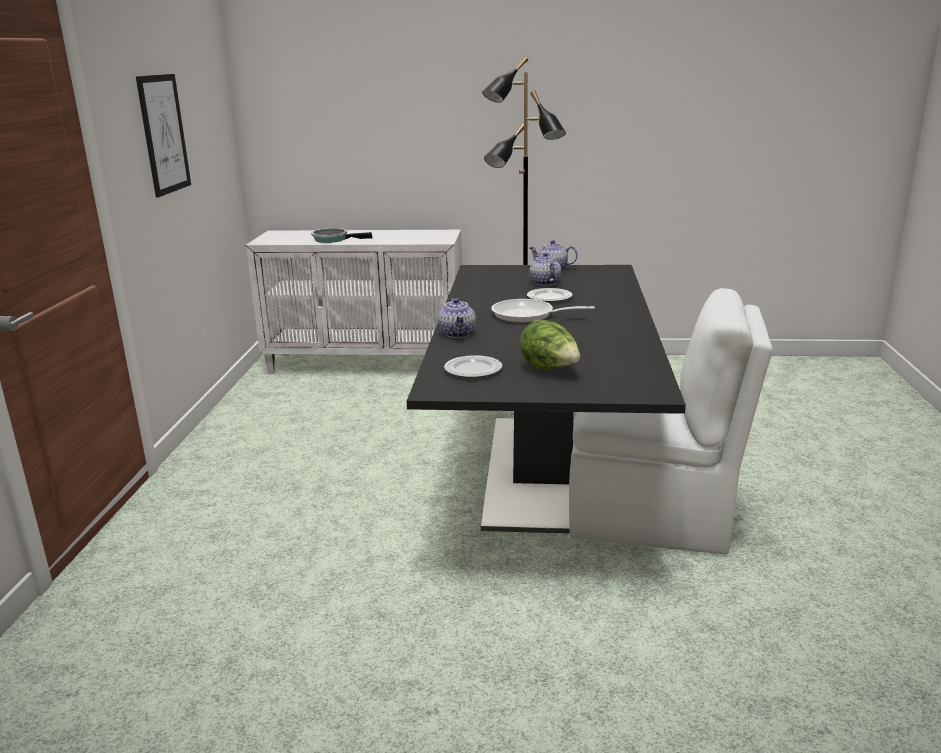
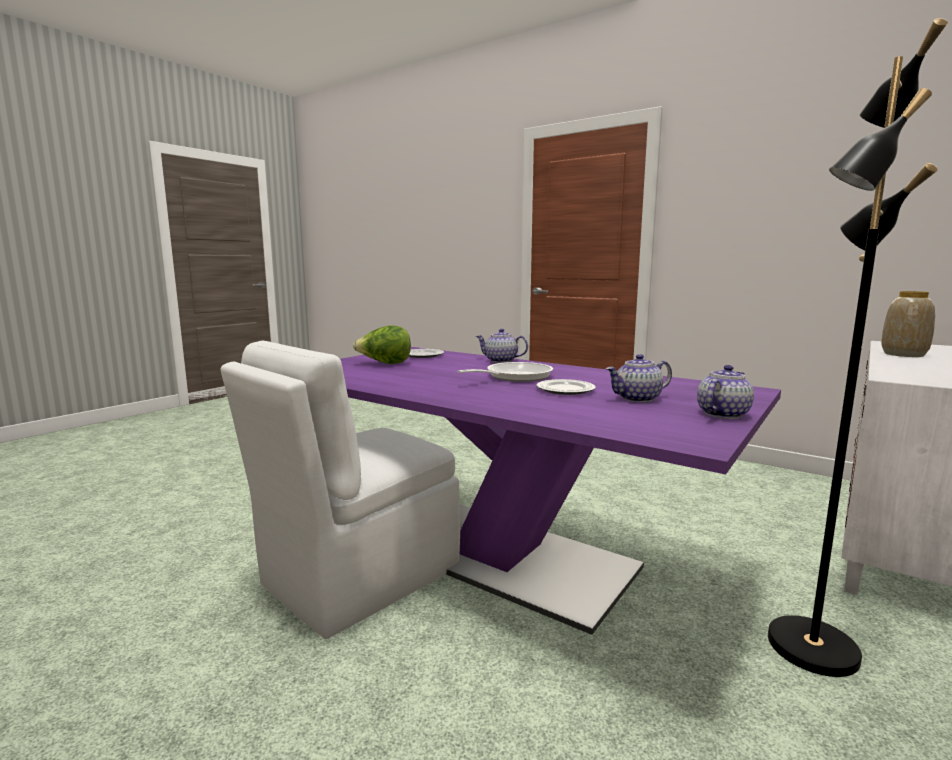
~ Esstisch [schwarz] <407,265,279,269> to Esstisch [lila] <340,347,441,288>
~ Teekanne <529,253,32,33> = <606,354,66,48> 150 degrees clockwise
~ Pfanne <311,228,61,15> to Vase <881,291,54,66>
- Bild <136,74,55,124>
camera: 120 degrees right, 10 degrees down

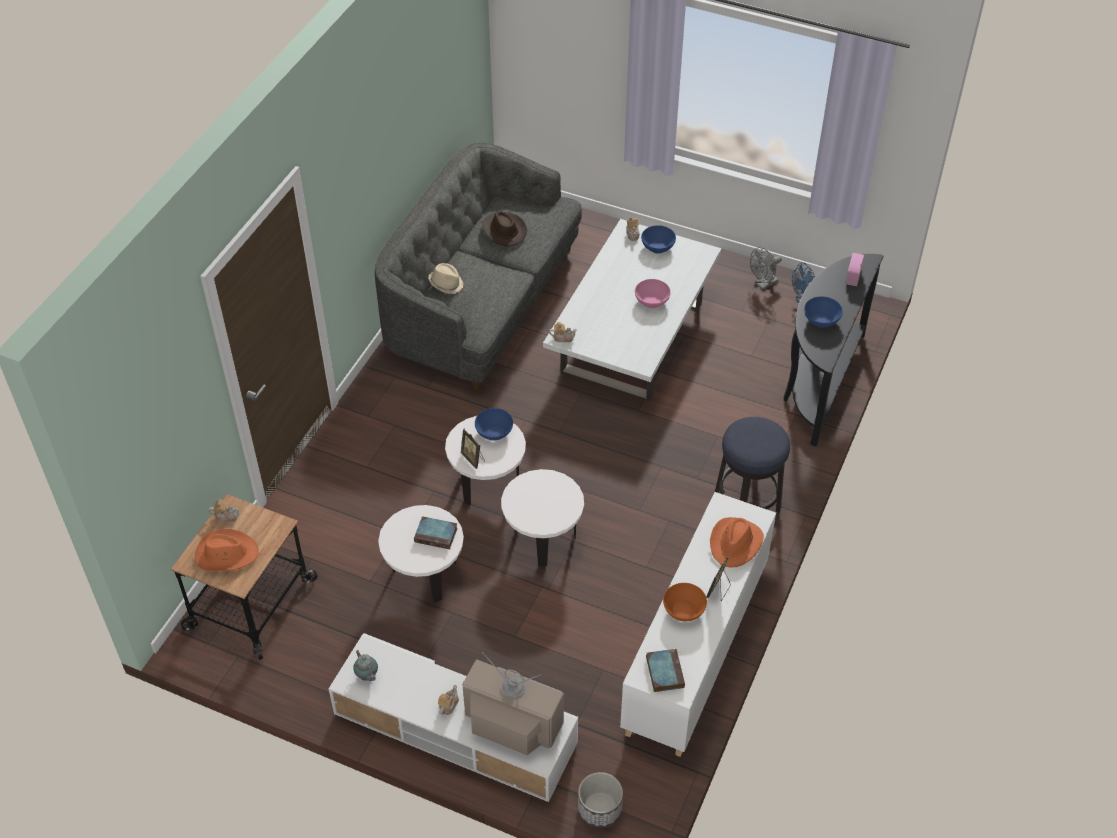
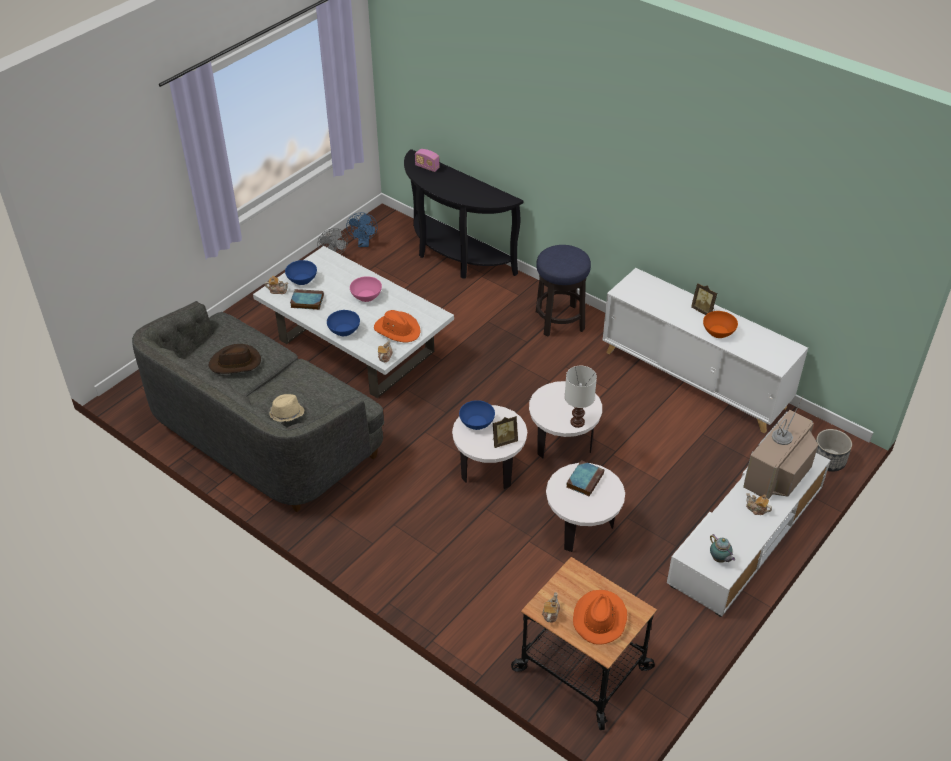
~ Buch <646,649,39,43> to <290,289,34,21>
~ Schüssel [blau] <804,296,39,32> to <327,310,33,26>
~ Hut [orange] <710,517,54,51> to <374,310,47,32>
+ Tischlampe [weiß] <565,366,32,62>
~ Teekanne <353,650,25,31> = <710,535,26,28> 75 degrees clockwise
camera: 75 degrees left, 5 degrees down

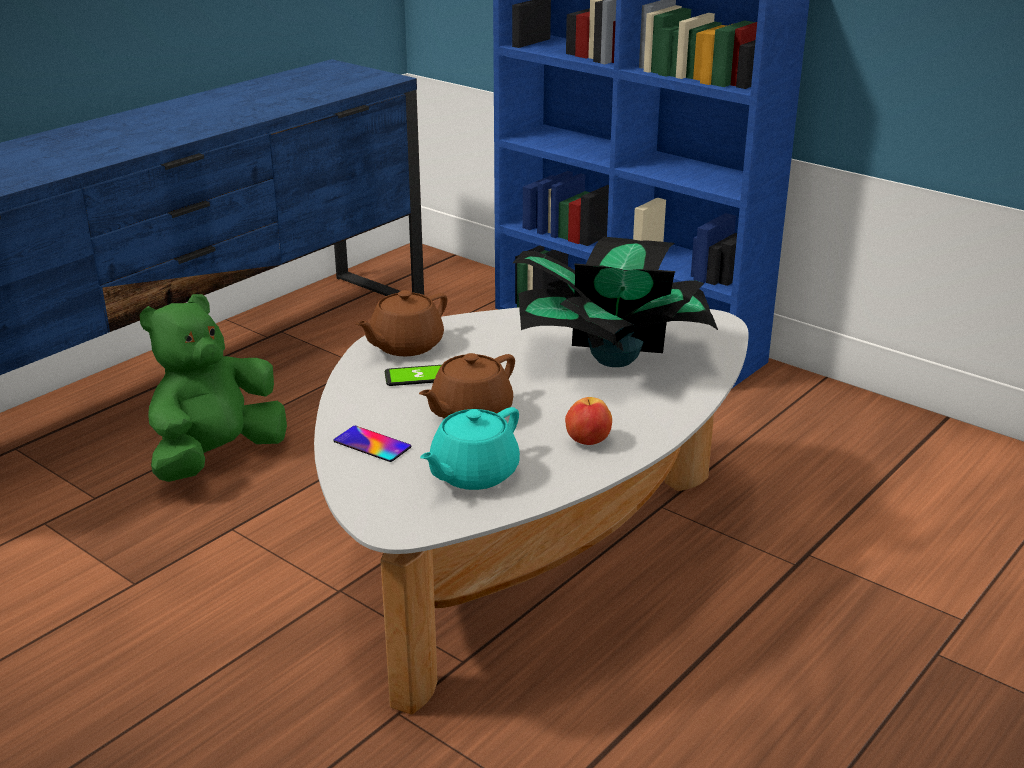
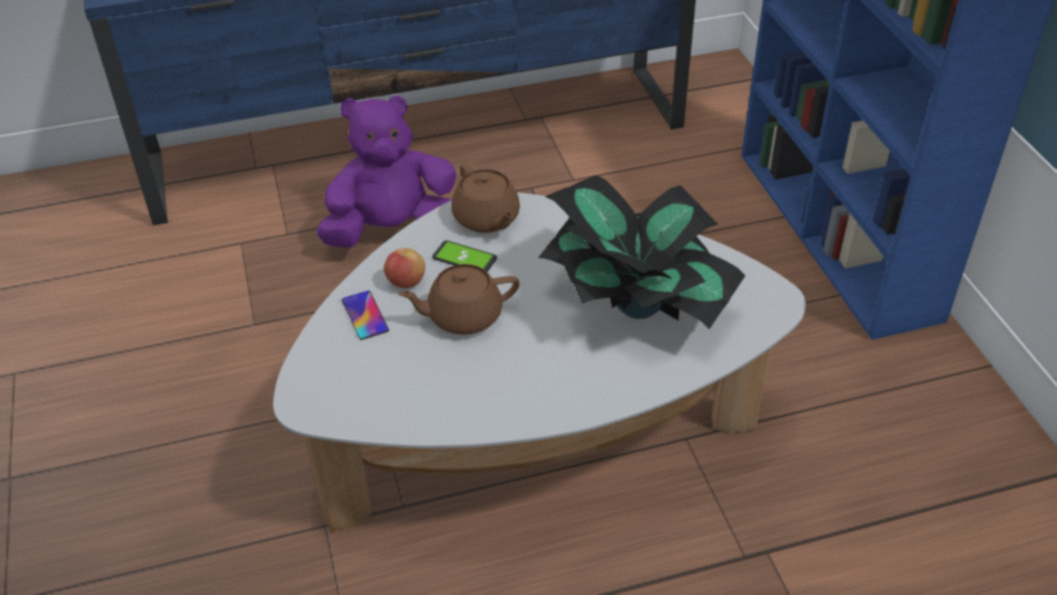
~ Plüschtier [grün] <140,294,147,188> to Plüschtier [lila] <316,95,140,153>
~ Apfel <565,397,47,48> to <384,248,41,40>
~ Teekanne [braun] <355,290,93,66> = <451,163,69,70> 105 degrees counterclockwise
- Teekanne [türkis] <420,407,100,83>
camera: 35 degrees right, 15 degrees up

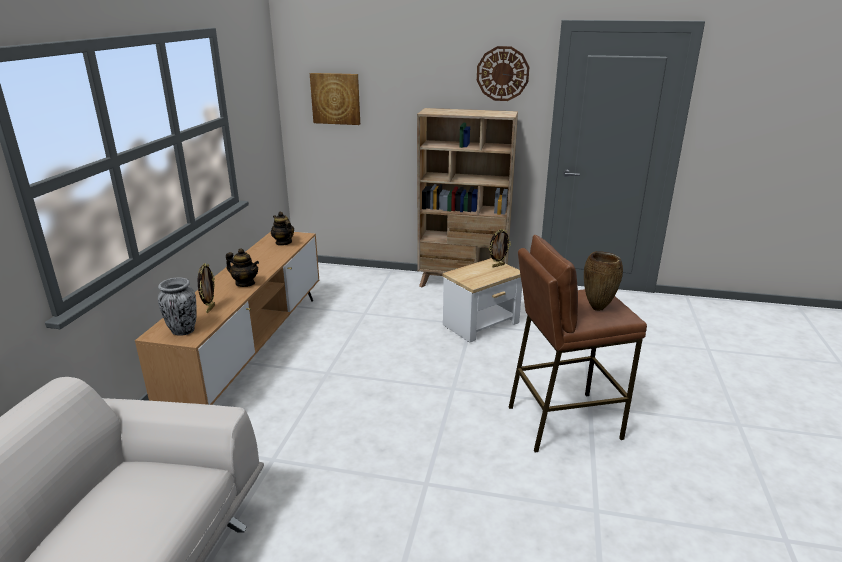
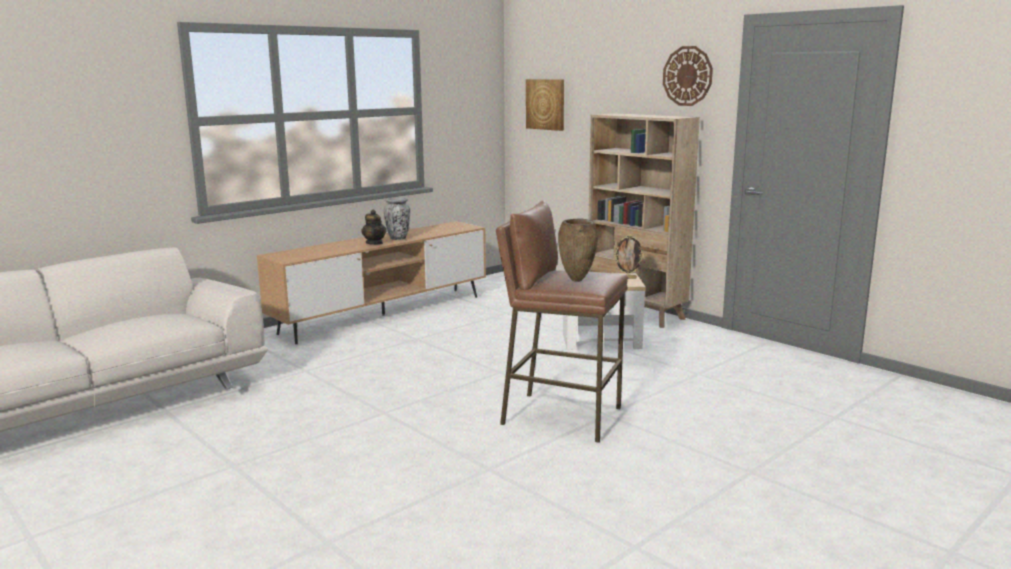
~ Vase <158,277,38,59> to <384,197,26,43>
- Bilderrahmen <198,263,17,50>
- Teekanne <271,212,23,34>
camera: 35 degrees right, 10 degrees down

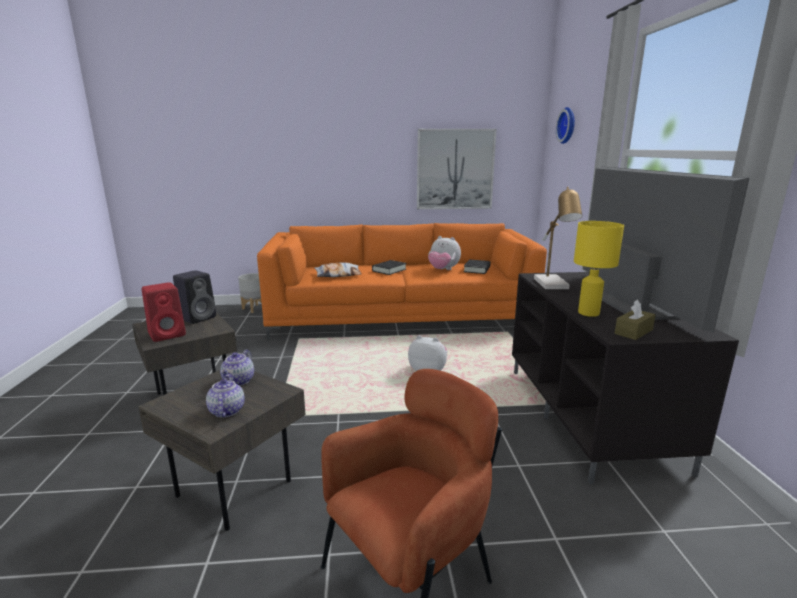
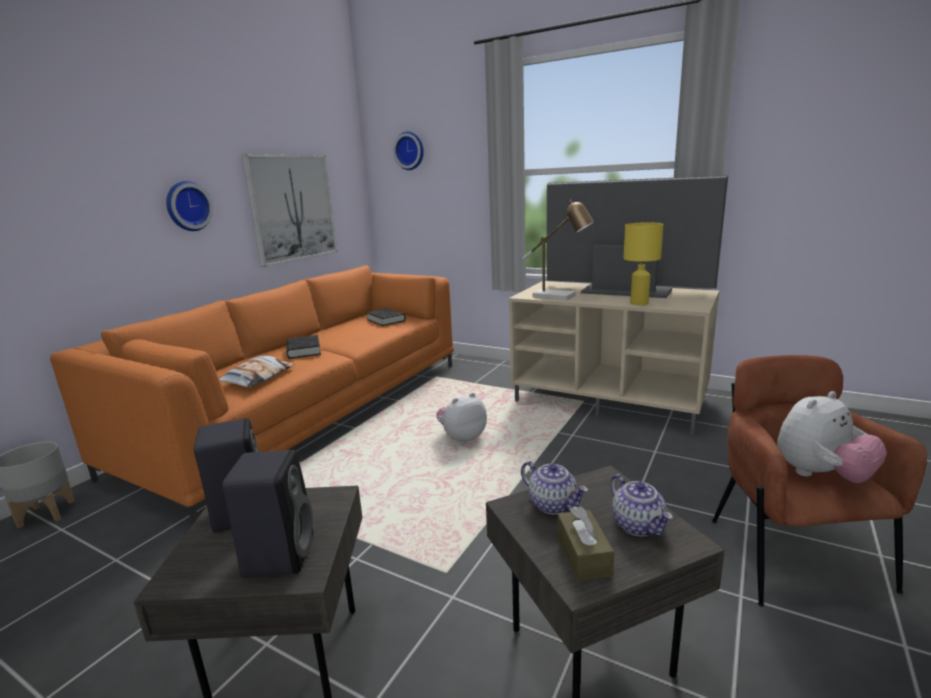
+ Wanduhr <166,181,47,50>
~ Lautsprecher [rot] <142,282,44,60> to Lautsprecher [schwarz] <222,450,91,127>
~ Fernsehschrank [schwarz] <512,272,227,212> to Fernsehschrank [beige] <509,281,210,153>
~ Taschentuchbox [braun] <615,300,41,40> to <558,506,56,75>
~ Teekanne <206,374,39,44> = <610,474,63,63> 135 degrees counterclockwise
~ Plüschtier <428,236,33,34> to <777,391,110,92>
camera: 55 degrees left, 0 degrees up

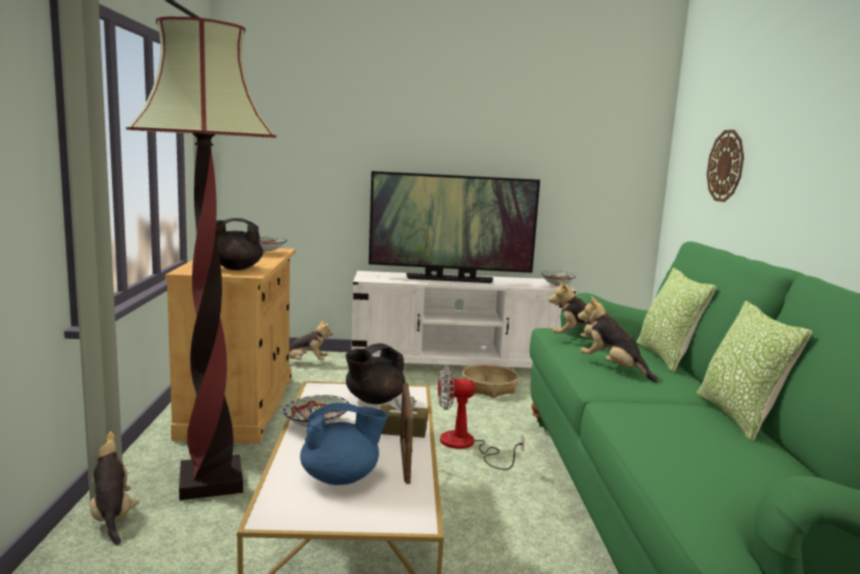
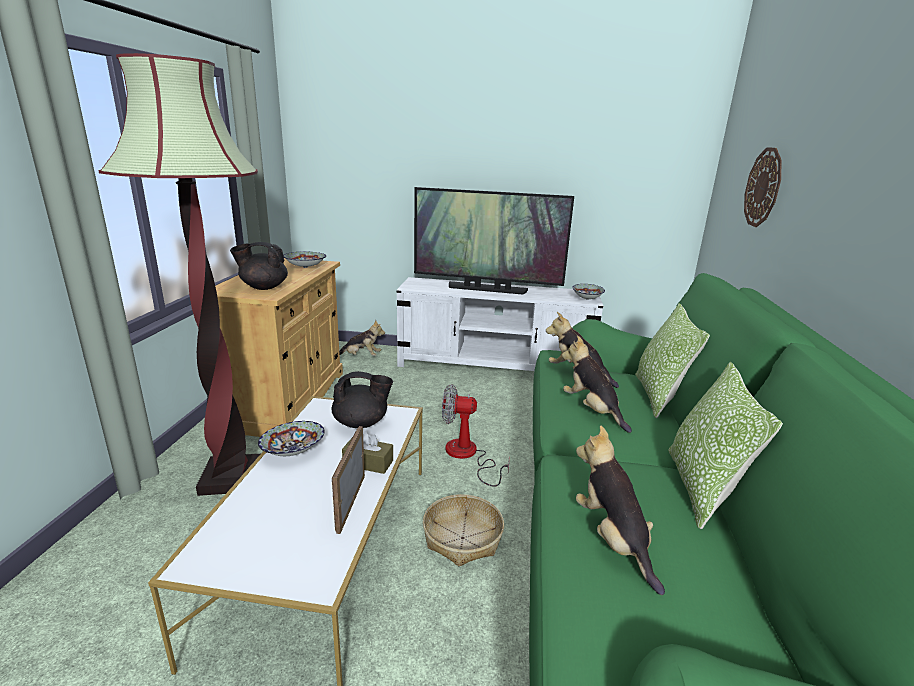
~ Teekanne [schwarz] <346,343,60,61> = <332,371,61,57> 150 degrees counterclockwise
~ Korb <462,365,57,33> to <423,494,81,72>
~ Plüschtier <90,431,49,114> to <576,425,89,170>
- Teekanne [blau] <300,403,88,82>
camera: 10 degrees right, 10 degrees up

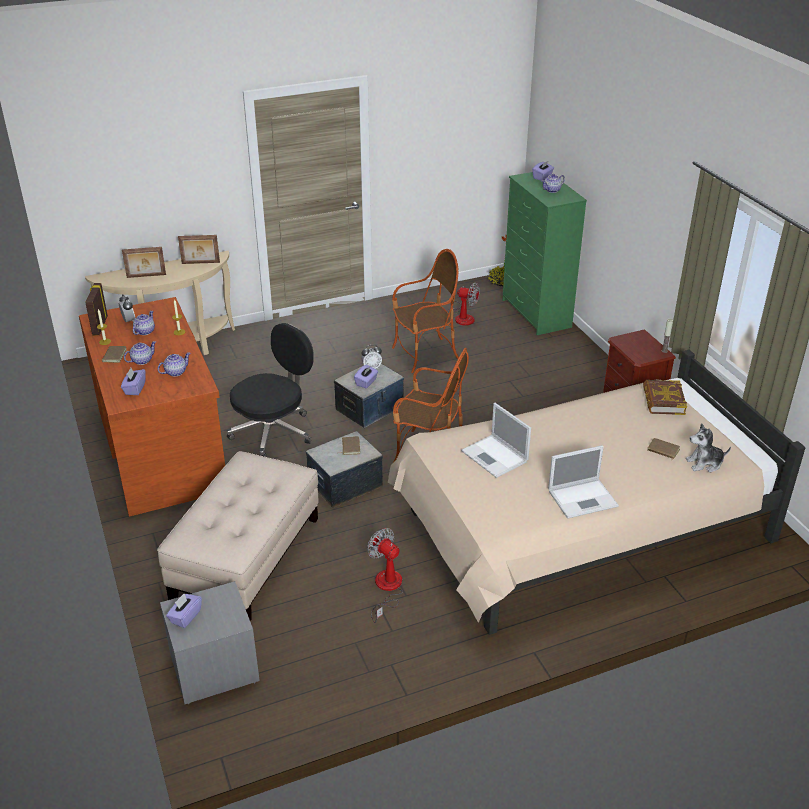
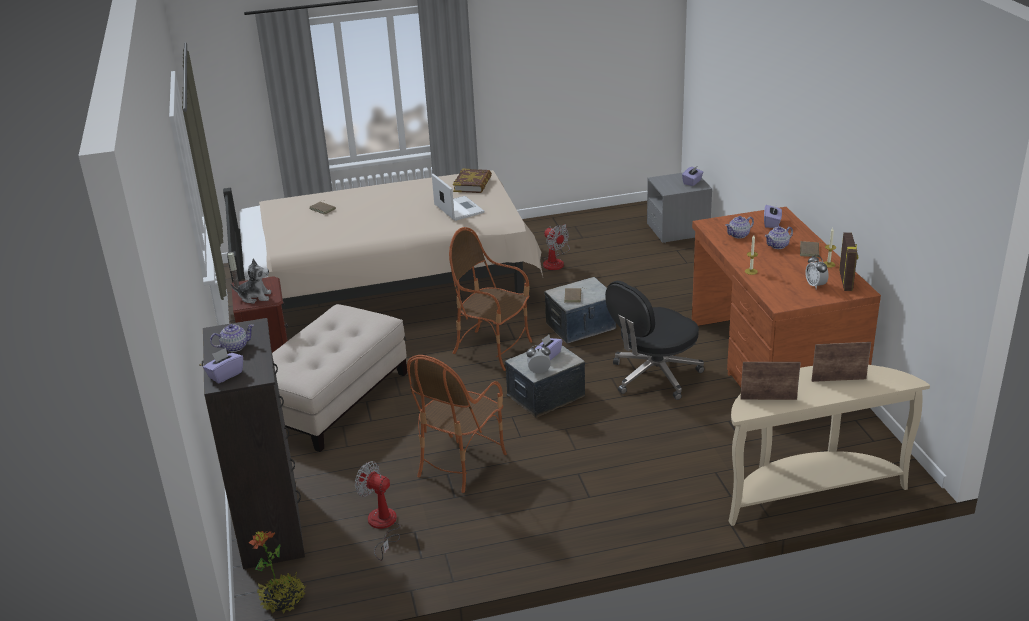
~ Kommode [grün] <502,172,85,163> to Kommode [schwarz] <199,318,106,251>
~ Plüschtier <686,423,45,49> to <231,259,40,45>
~ Polsterhocker [beige] <157,451,162,170> to <272,304,135,148>
~ Sessel <392,249,67,124> = <407,355,100,138> 45 degrees counterclockwise
~ Buch <643,380,44,35> to <453,168,39,25>
- Teekanne <133,311,22,24>
- Laptop <548,445,71,74>
camera: 170 degrees left, 5 degrees down

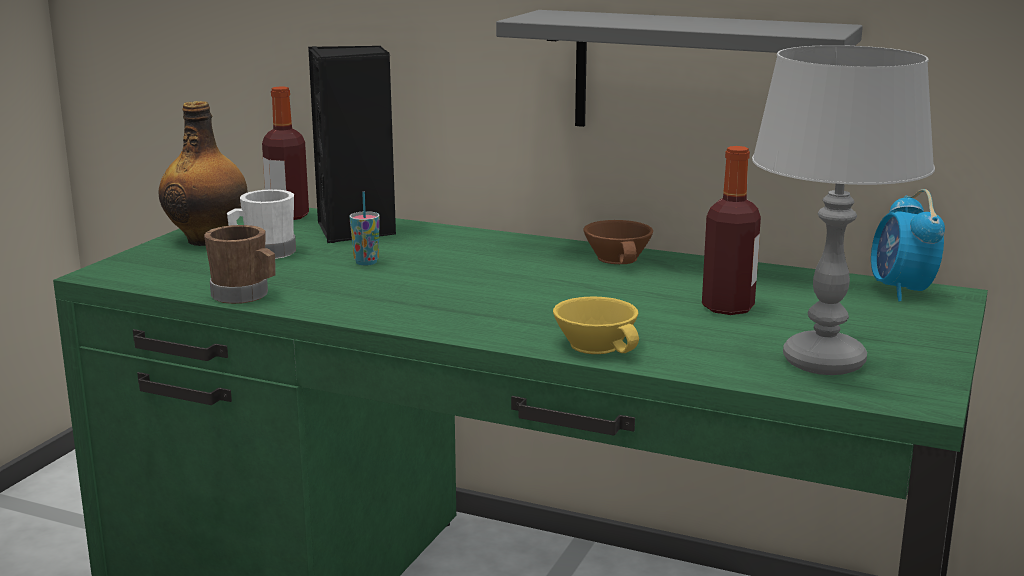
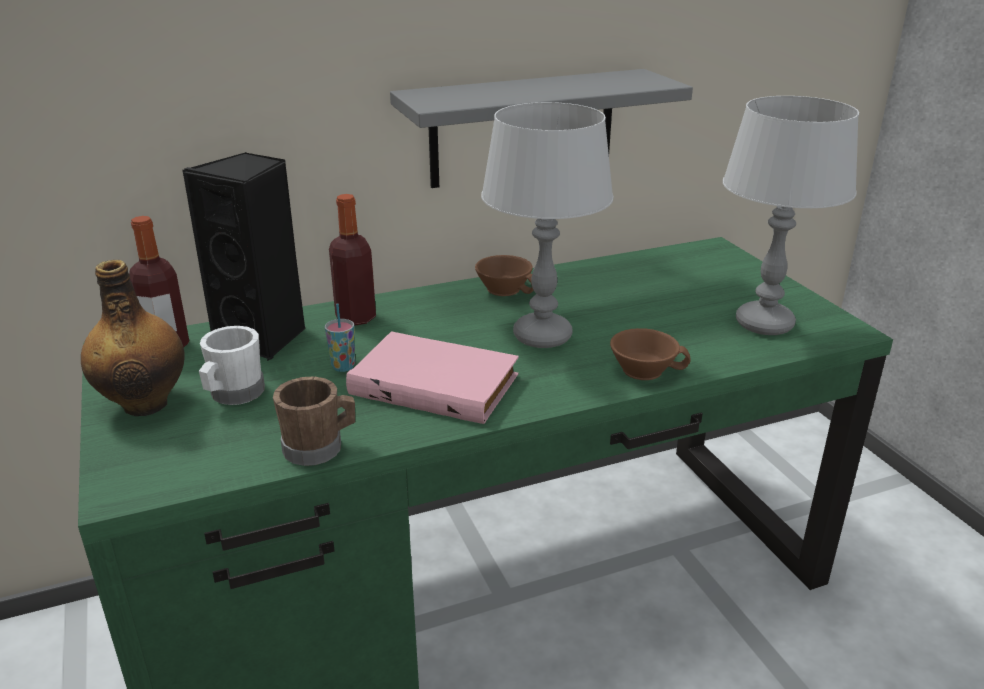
~ Flasche <702,146,59,169> to <329,194,47,132>
+ Buch [rosa] <346,331,173,93>
+ Tischlampe [grau] <481,102,133,246>
~ Tasse [gelb] <553,297,86,57> to Tasse [braun] <610,328,81,52>
- Wecker <871,189,74,112>
camera: 45 degrees left, 10 degrees up

